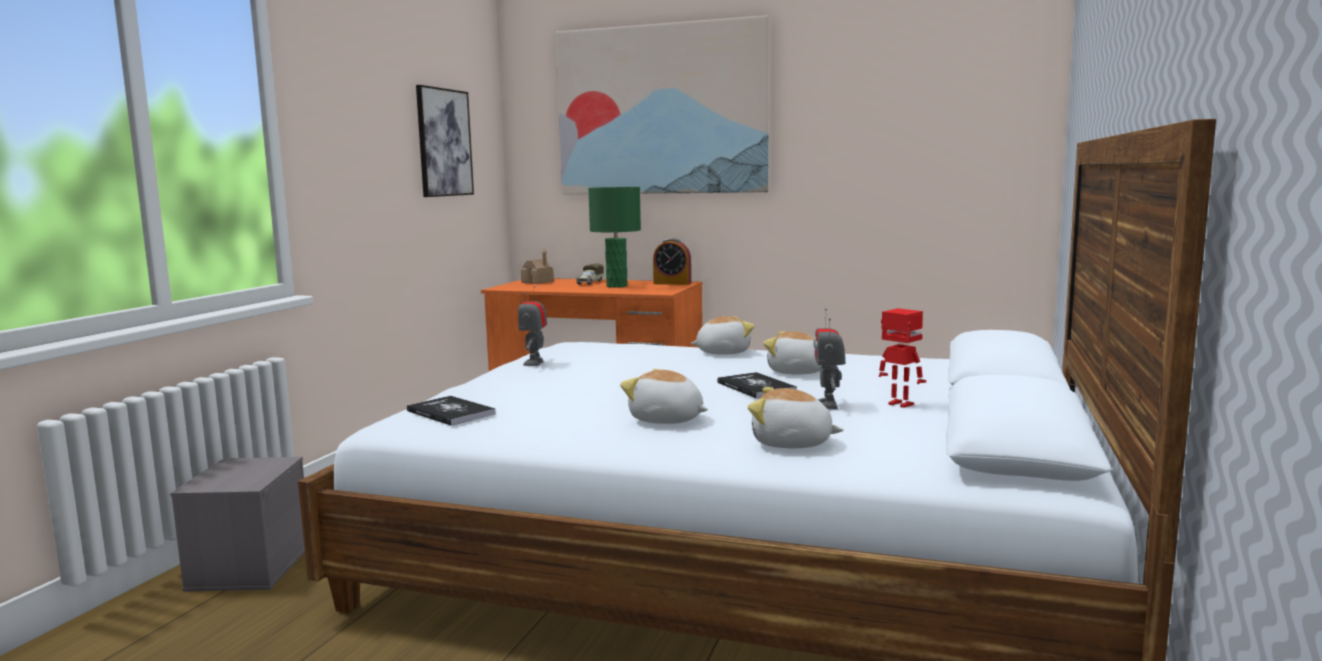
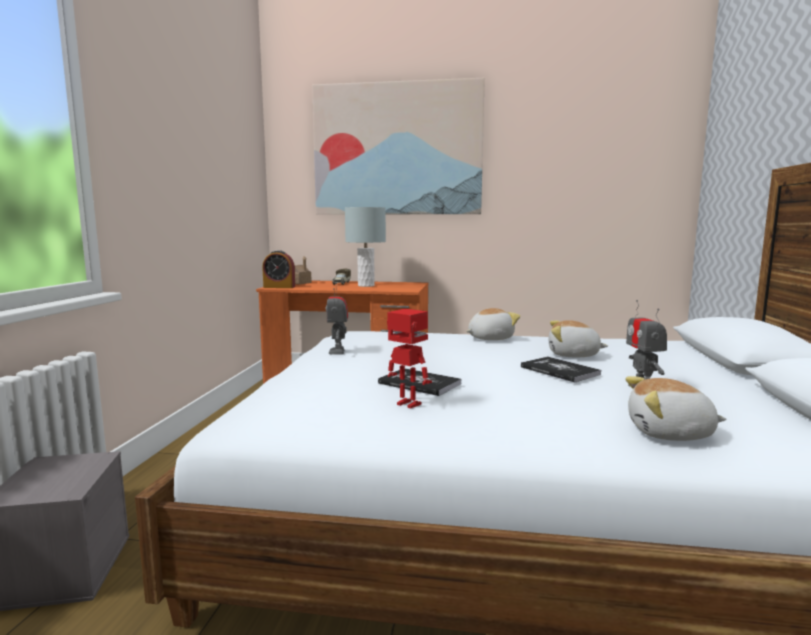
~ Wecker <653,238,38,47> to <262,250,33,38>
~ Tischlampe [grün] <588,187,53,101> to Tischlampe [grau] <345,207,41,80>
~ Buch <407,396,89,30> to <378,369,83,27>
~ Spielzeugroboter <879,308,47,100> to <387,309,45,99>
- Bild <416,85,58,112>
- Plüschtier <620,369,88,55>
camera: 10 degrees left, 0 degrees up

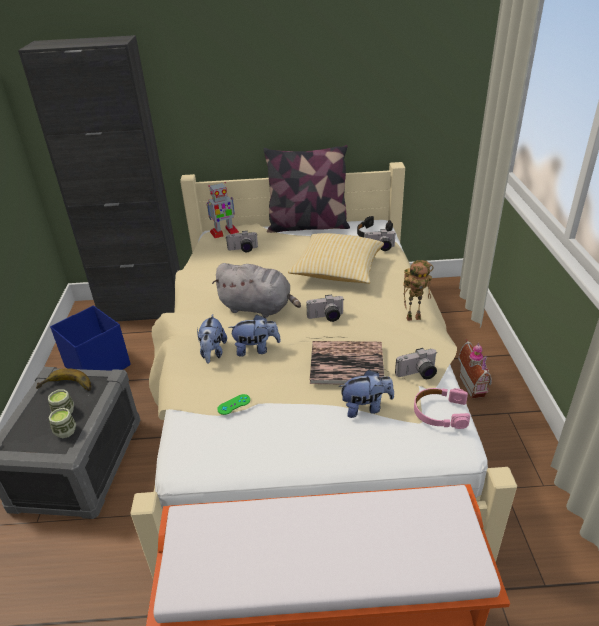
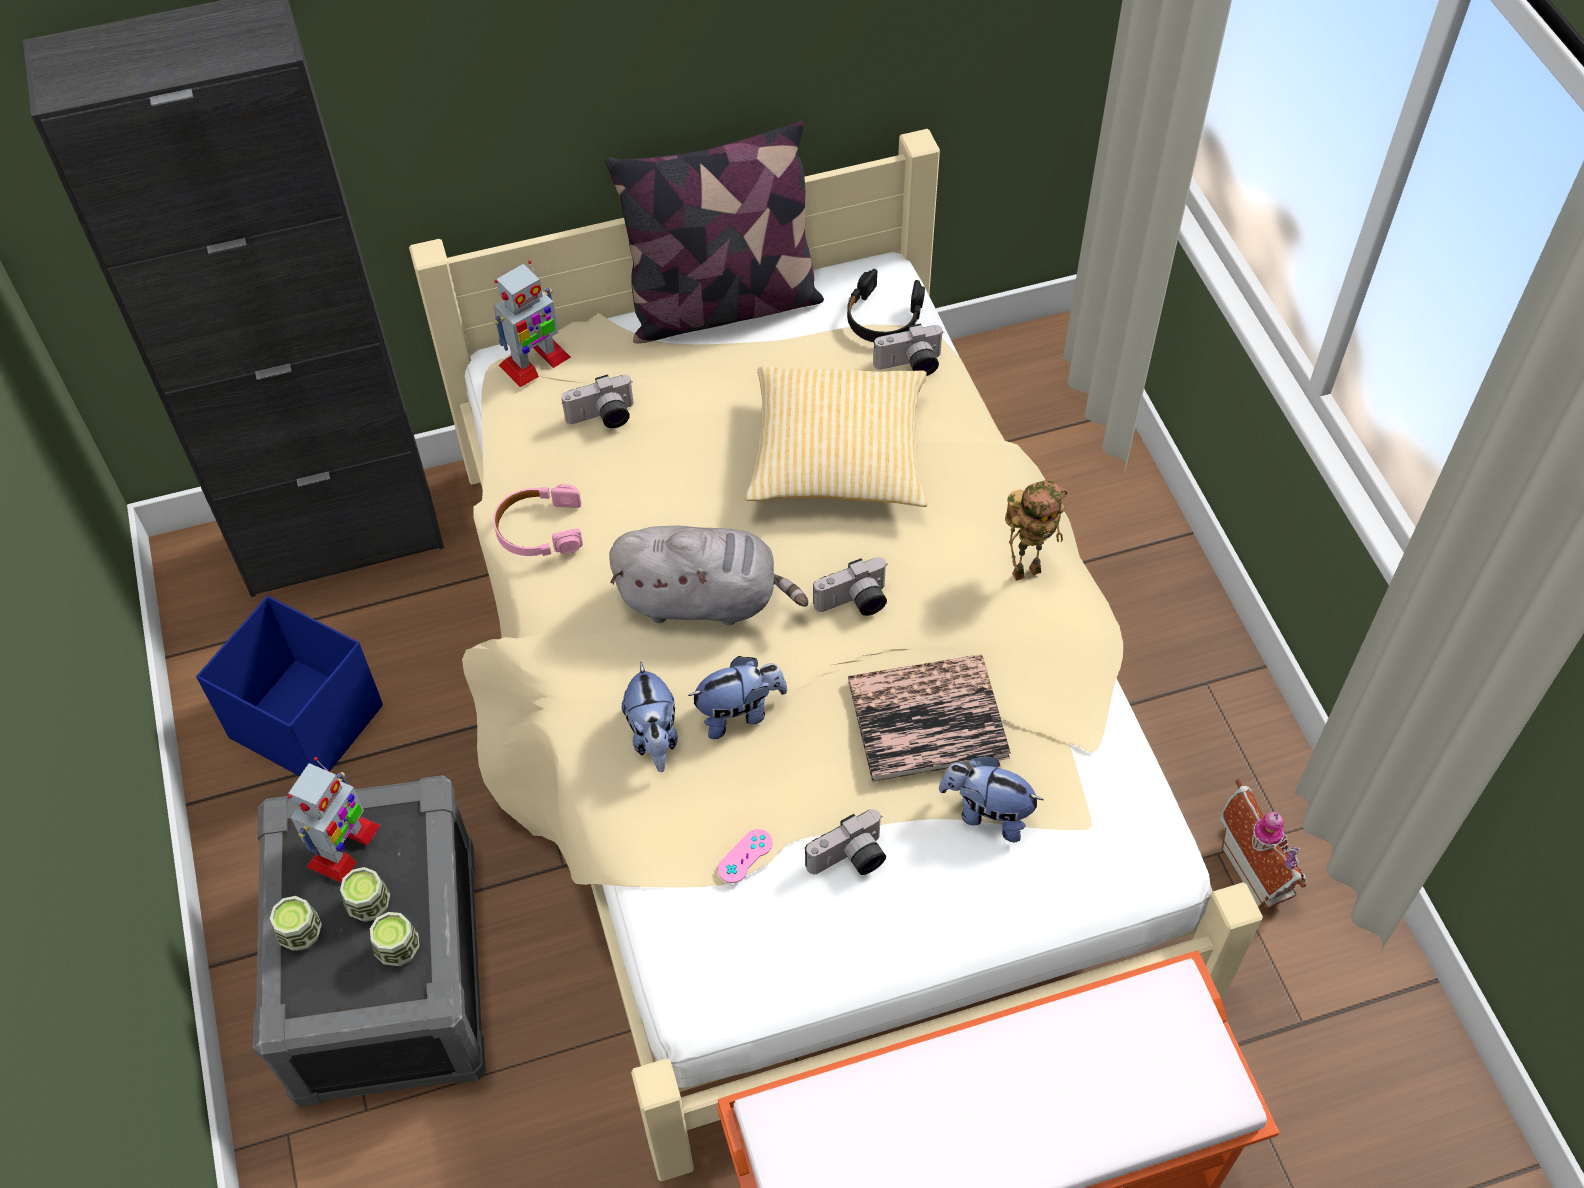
+ Tasse <270,896,52,55>
~ Banane <36,368,55,23> to Spielzeugroboter <288,757,92,126>
~ Kopfhörer [rosa] <414,388,56,41> to <493,484,90,72>
~ Gamepad [grün] <217,394,33,21> to Gamepad [rosa] <718,829,55,54>
~ Kamera <395,348,42,31> to <805,809,81,66>
~ Plüschtier <339,369,55,49> = <939,756,104,86> 135 degrees counterclockwise
~ Spielzeughaus <458,339,34,60> to <1220,779,87,130>
camera: 15 degrees left, 20 degrees up

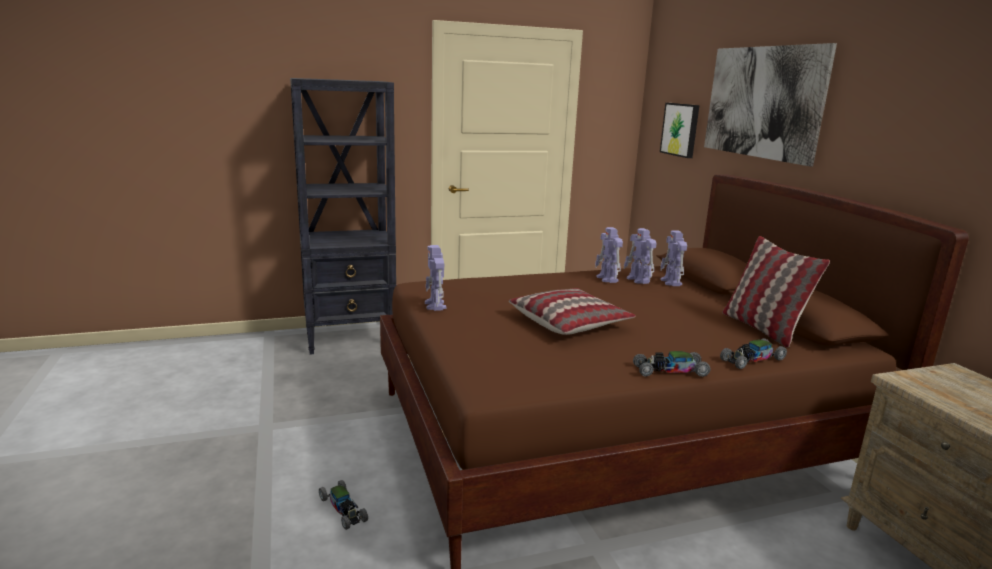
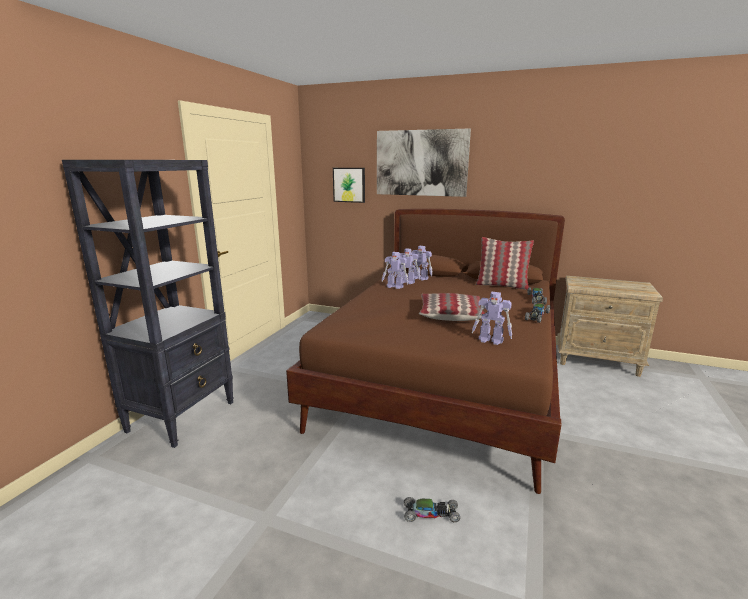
~ Spielzeugroboter <425,245,21,66> to <472,292,40,53>
camera: 50 degrees left, 0 degrees up

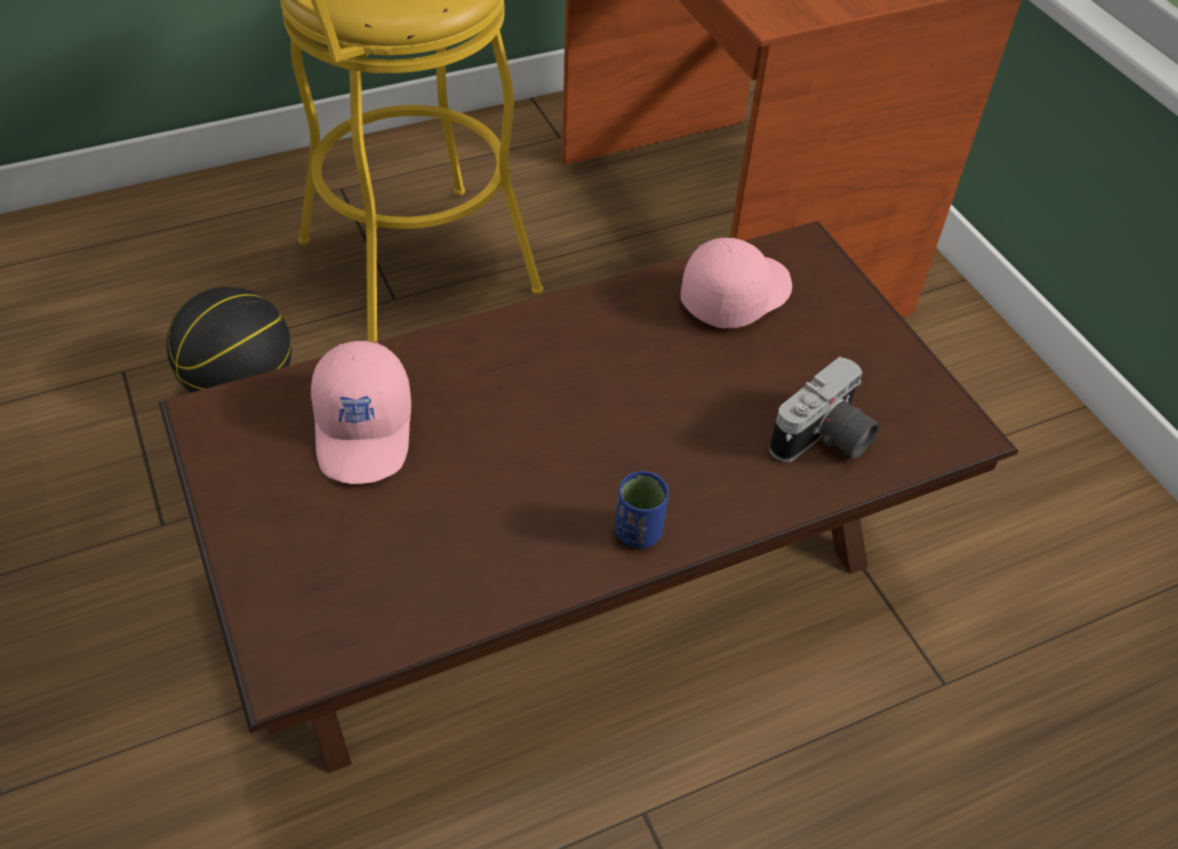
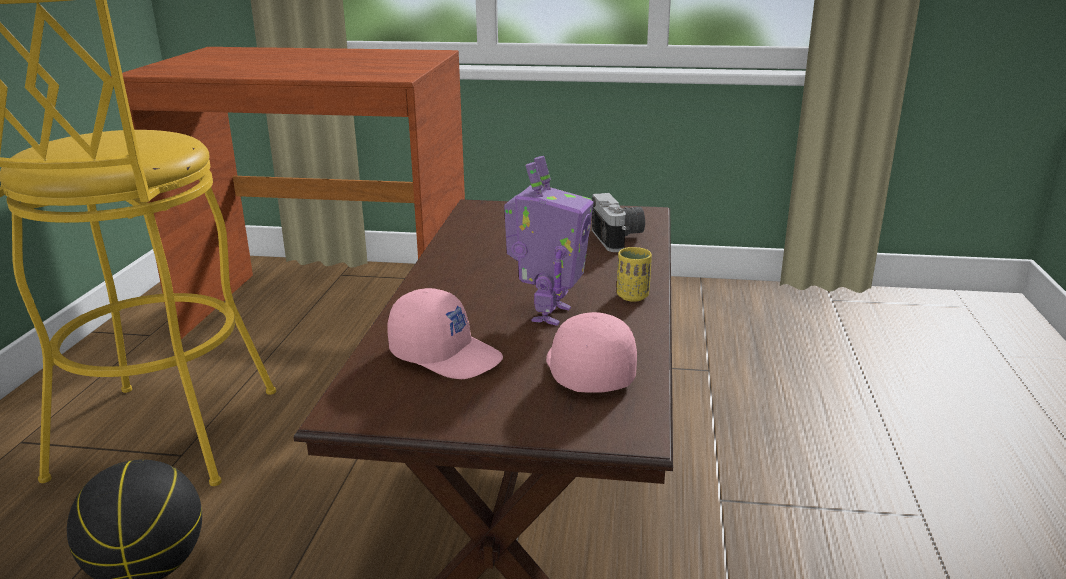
+ Spielzeugroboter <504,156,89,170>
~ Kappe [rosa] <681,238,111,90> to <546,312,91,81>
~ Tasse [blau] <615,471,54,77> to Tasse [gelb] <617,247,35,55>
camera: 55 degrees left, 25 degrees down

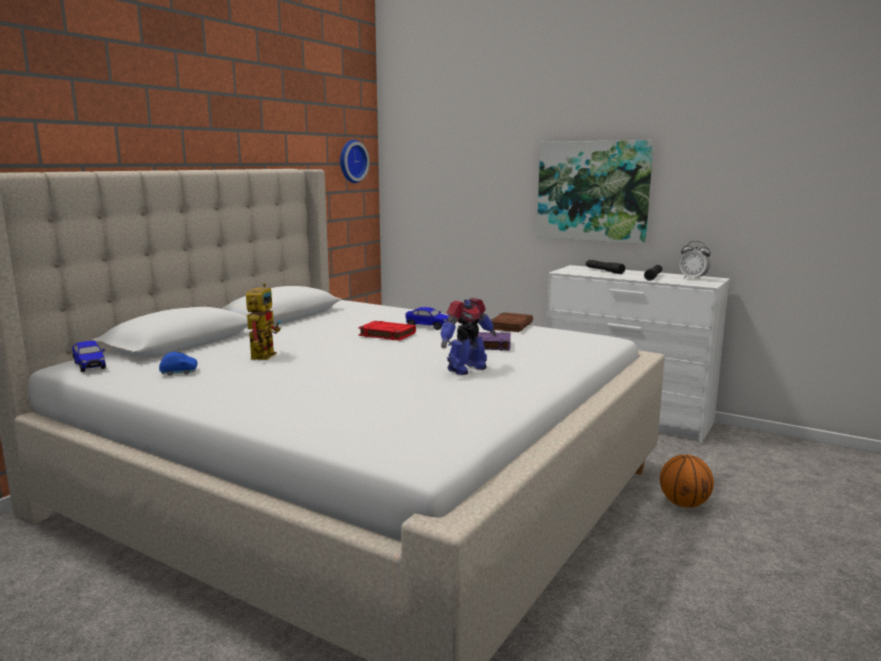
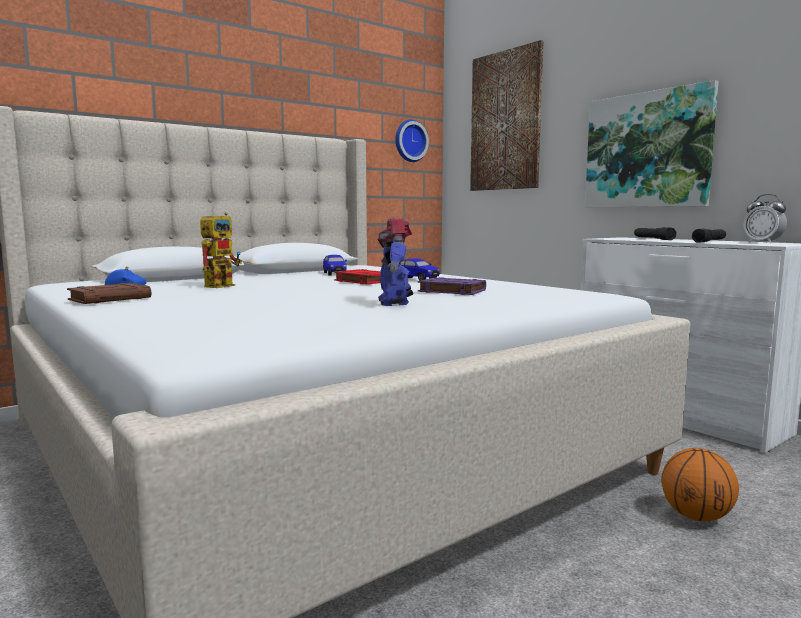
~ Buch [braun] <491,312,42,20> to <67,283,84,21>
~ Spielzeugauto <72,341,34,31> to <323,255,24,20>
~ Spielzeugroboter <441,298,56,77> = <377,218,36,88> 105 degrees clockwise
+ Bild <470,40,74,151>
camera: 20 degrees right, 5 degrees down

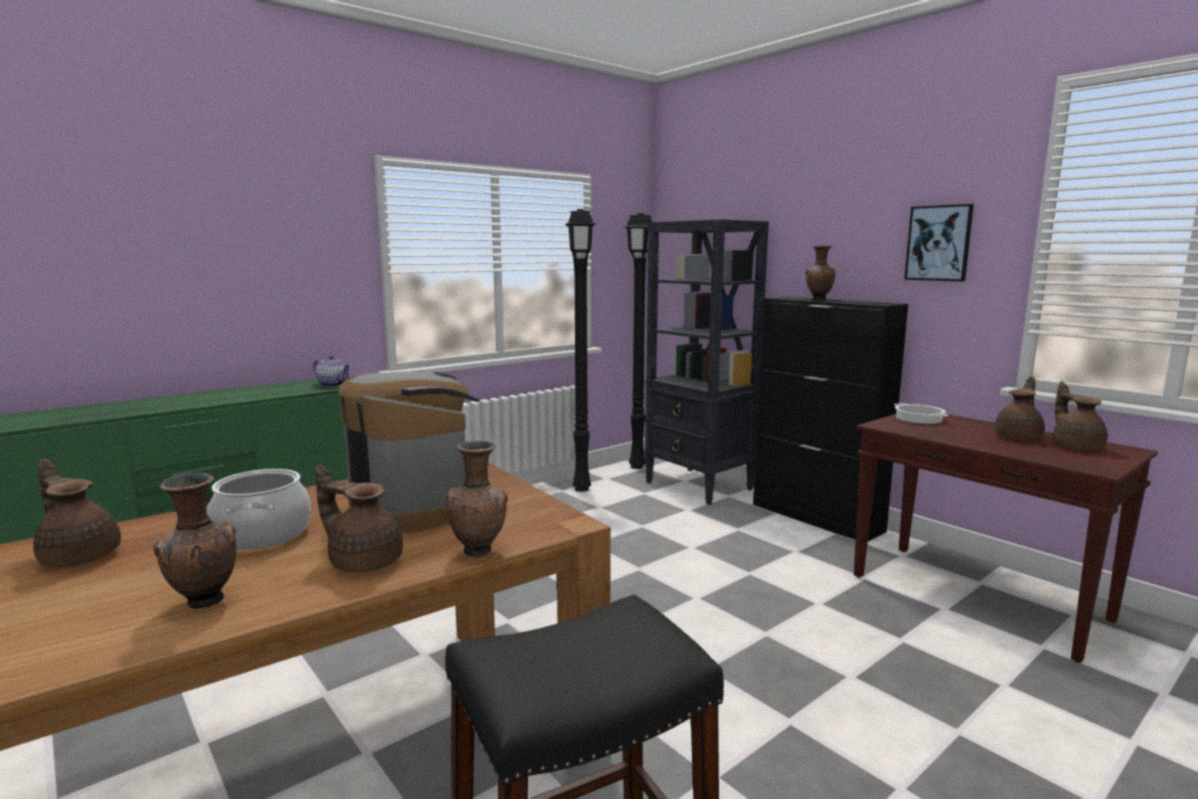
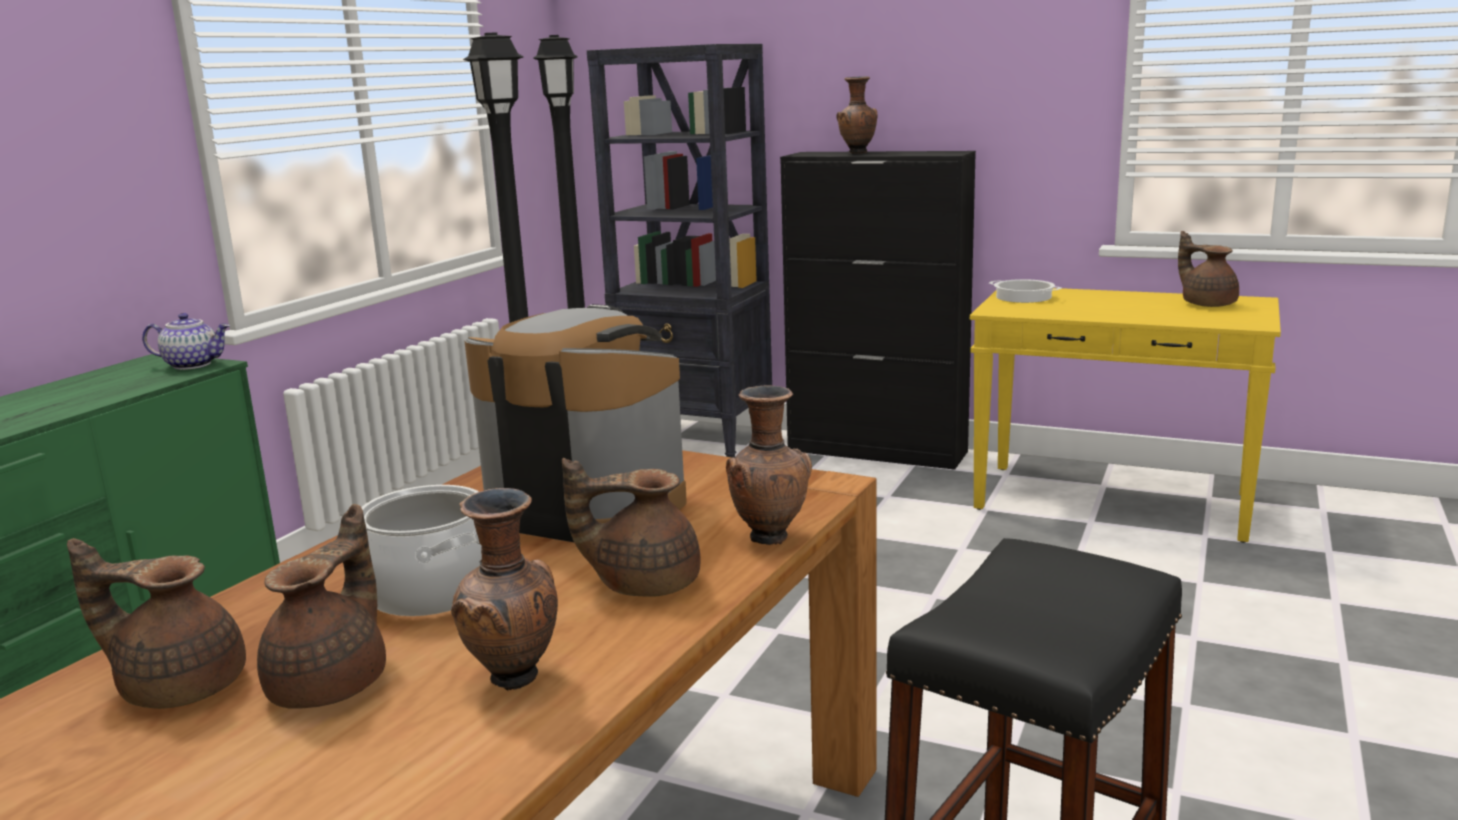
~ Teekanne [braun] <995,376,50,63> to <257,504,129,204>
~ Konsolentisch [braun] <854,414,304,249> to Konsolentisch [gelb] <970,288,311,255>
- Bild <904,204,70,77>
camera: 25 degrees left, 5 degrees up

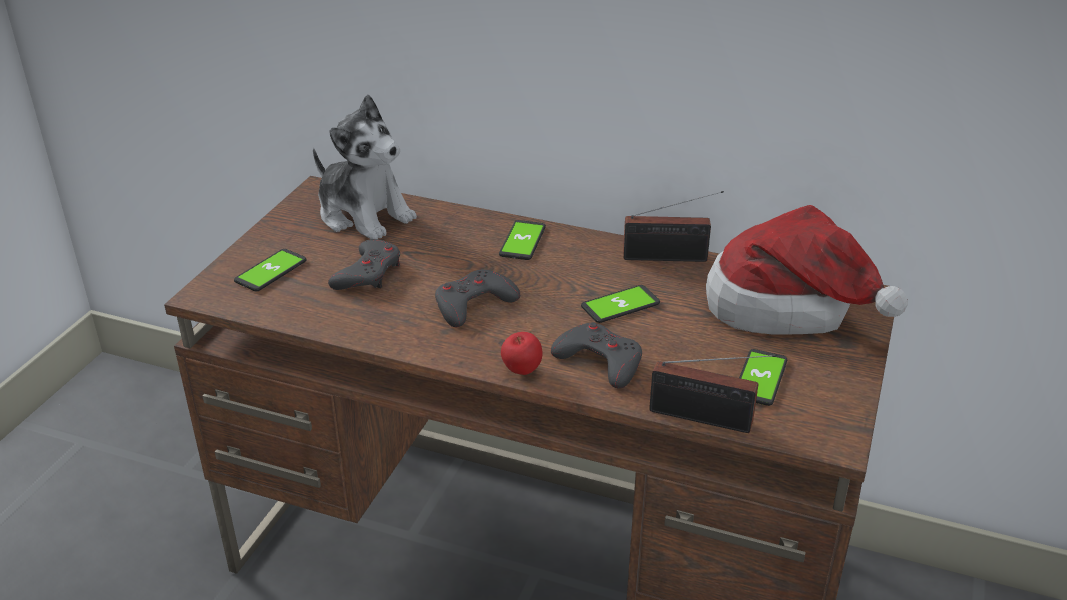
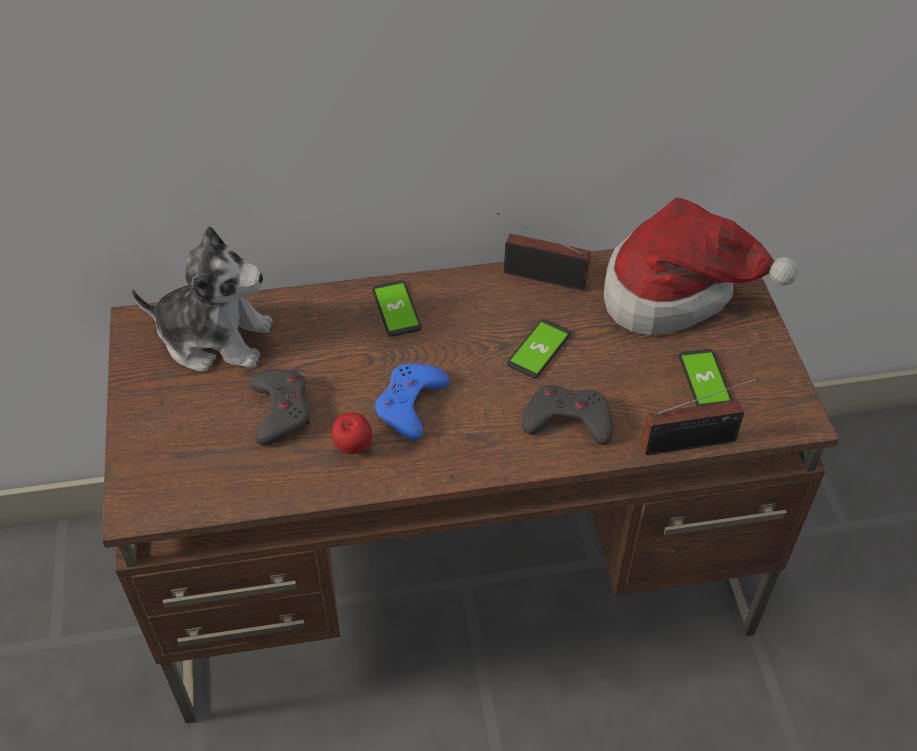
~ Apfel <501,332,42,43> to <332,412,40,42>
~ Gamepad [grau] <435,269,85,58> to Gamepad [blau] <375,363,75,77>
~ Radio <623,191,101,71> = <497,213,94,78> 135 degrees counterclockwise
- Handy <234,249,73,43>
camera: 30 degrees left, 15 degrees up

